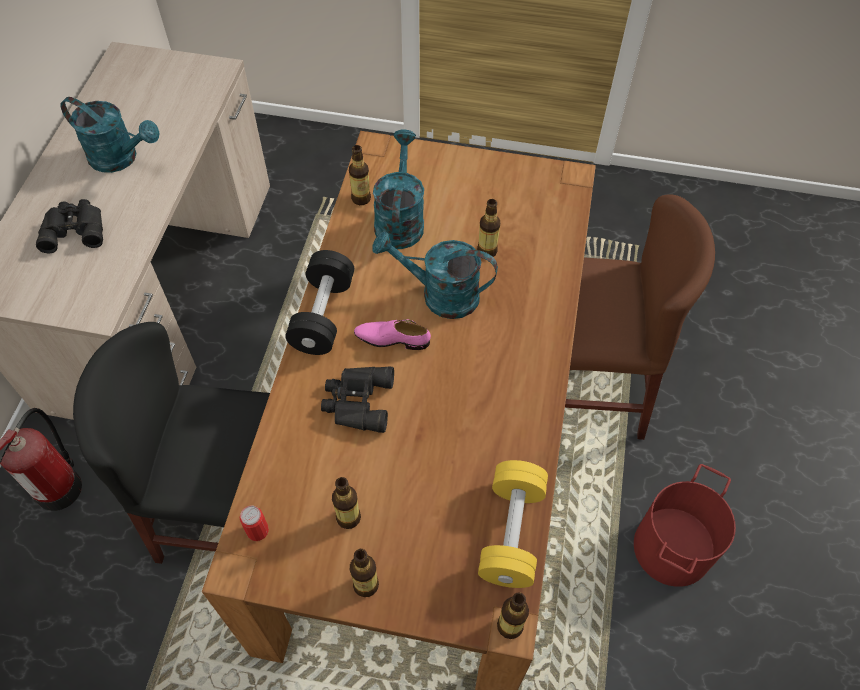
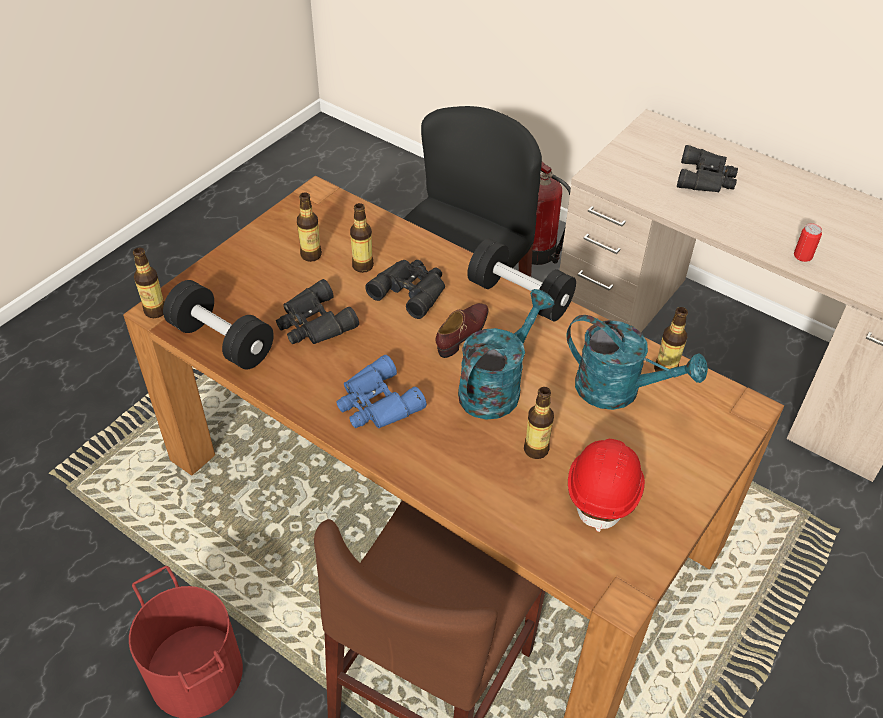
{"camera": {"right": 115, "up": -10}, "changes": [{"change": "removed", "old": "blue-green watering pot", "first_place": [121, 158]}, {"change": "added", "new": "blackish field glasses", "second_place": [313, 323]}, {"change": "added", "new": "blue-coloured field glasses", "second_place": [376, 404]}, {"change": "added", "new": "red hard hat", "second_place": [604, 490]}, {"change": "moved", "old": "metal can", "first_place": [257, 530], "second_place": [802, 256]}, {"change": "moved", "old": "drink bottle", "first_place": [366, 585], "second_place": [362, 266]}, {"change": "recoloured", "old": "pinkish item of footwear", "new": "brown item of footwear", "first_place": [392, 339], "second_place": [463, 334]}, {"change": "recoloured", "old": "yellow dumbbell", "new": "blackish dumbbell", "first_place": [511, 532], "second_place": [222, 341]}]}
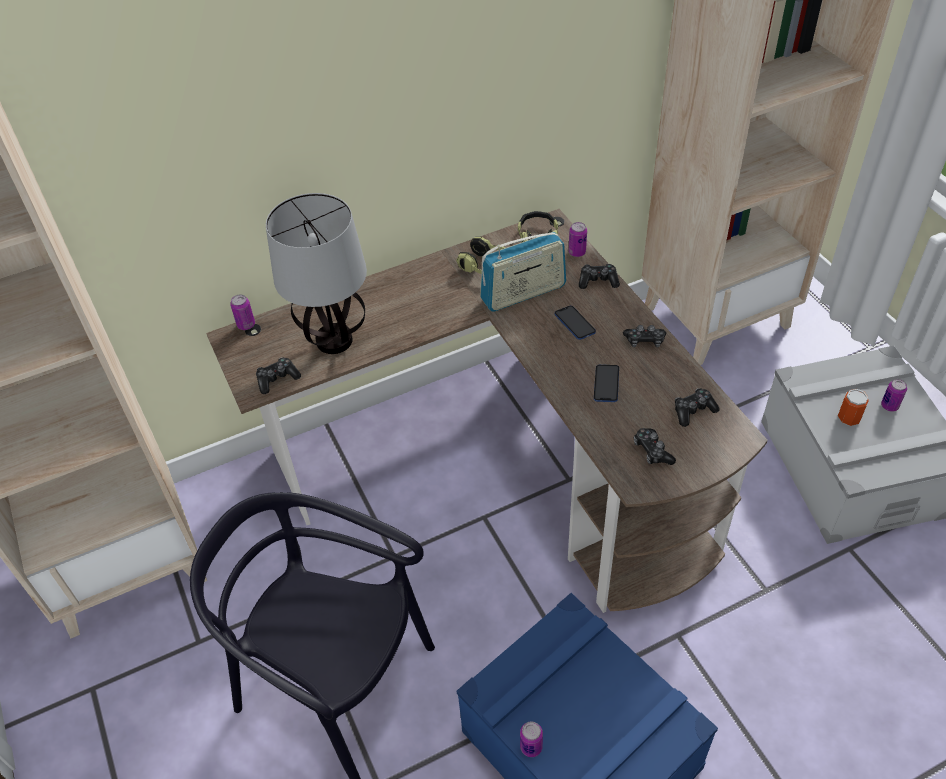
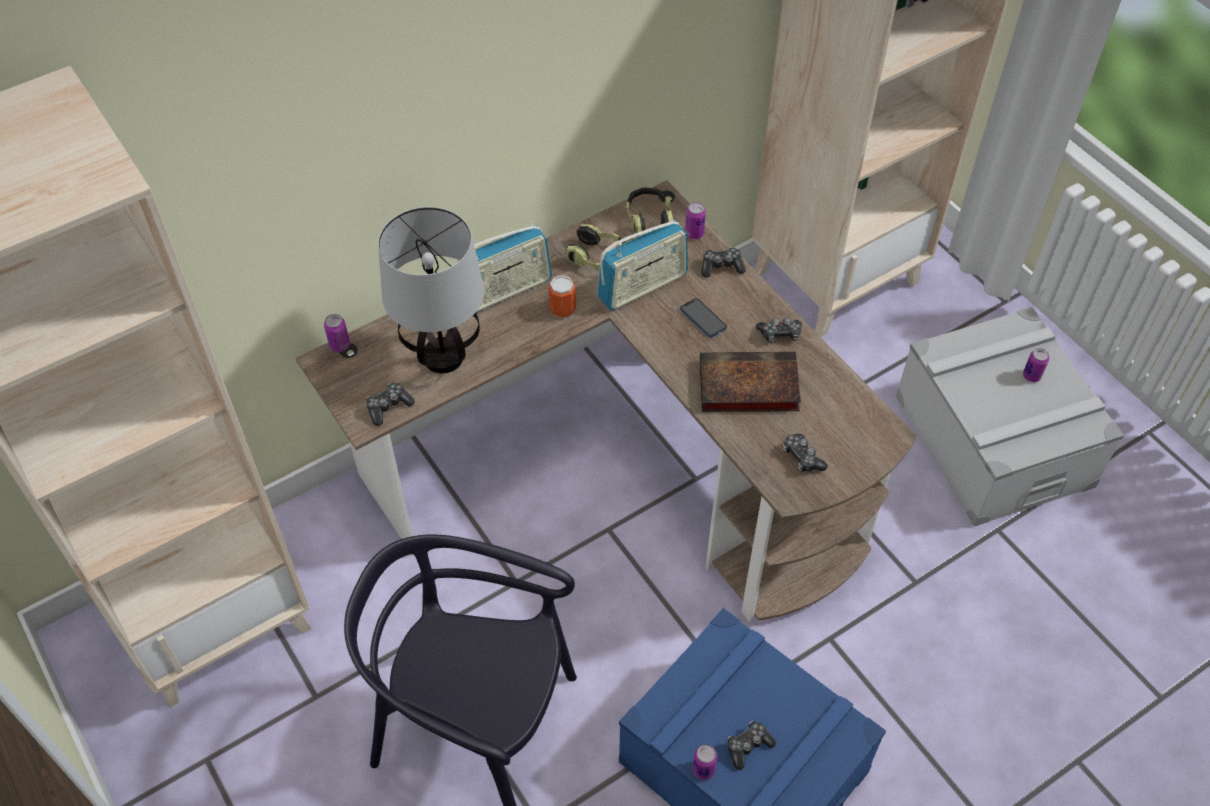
{"camera": {"right": -10, "up": 5}, "changes": [{"change": "added", "new": "radio", "second_place": [506, 290]}, {"change": "moved", "old": "gamepad", "first_place": [693, 411], "second_place": [748, 746]}, {"change": "moved", "old": "metal can", "first_place": [849, 418], "second_place": [562, 309]}, {"change": "replaced", "old": "telephone", "new": "bound book", "first_place": [606, 384], "second_place": [745, 386]}]}
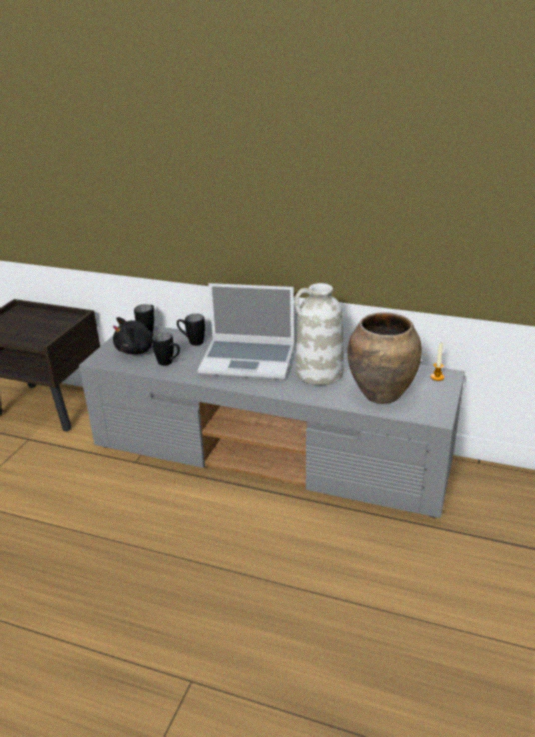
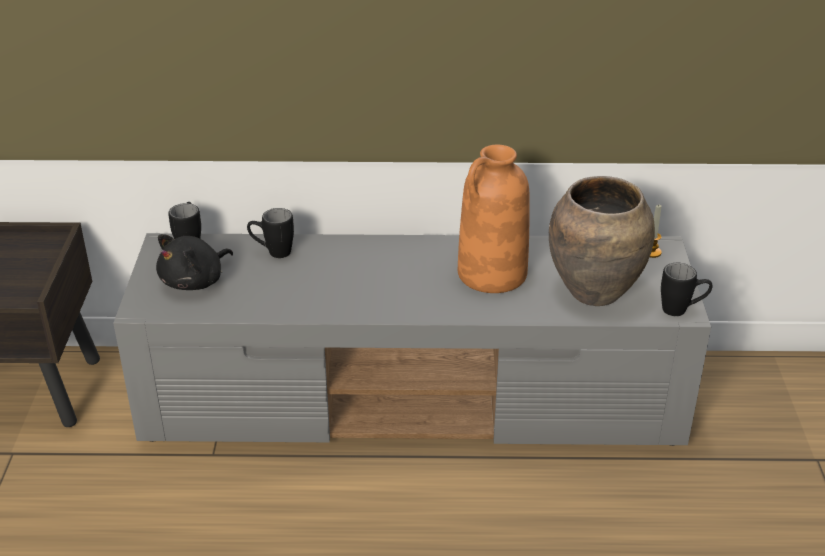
{"camera": {"right": -20, "up": 5}, "changes": [{"change": "removed", "old": "notebook computer", "first_place": [249, 360]}, {"change": "moved", "old": "blackish coffee mug", "first_place": [169, 363], "second_place": [682, 310]}, {"change": "recoloured", "old": "white flower vase", "new": "orange-coloured flower vase", "first_place": [319, 374], "second_place": [492, 274]}]}
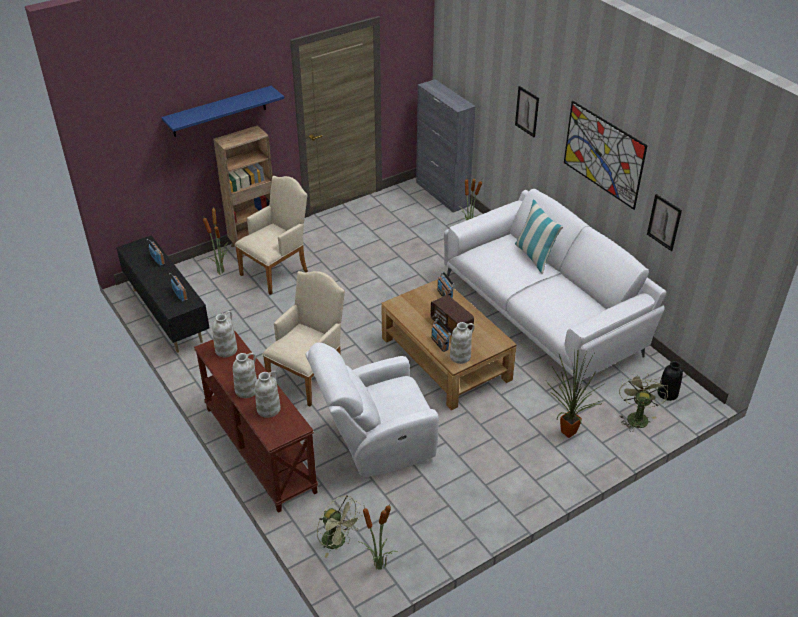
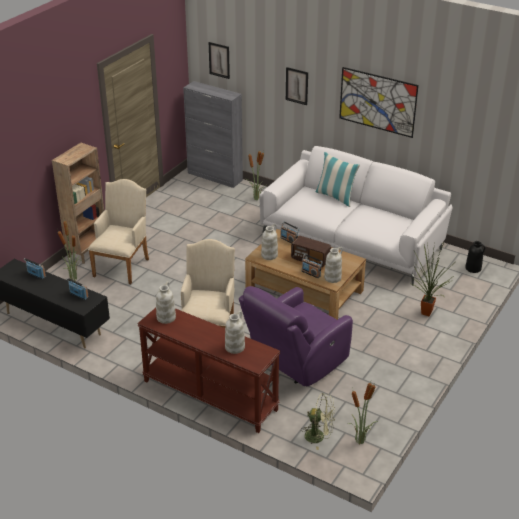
{"camera": {"right": -25, "up": -5}, "changes": [{"change": "removed", "old": "blue-coloured bracket shelf", "first_place": [219, 111]}, {"change": "removed", "old": "green electric fan", "first_place": [636, 416]}, {"change": "moved", "old": "white flower vase", "first_place": [247, 390], "second_place": [269, 255]}, {"change": "moved", "old": "wall art", "first_place": [664, 222], "second_place": [219, 60]}, {"change": "recoloured", "old": "white lounge chair", "new": "purplish lounge chair", "first_place": [375, 442], "second_place": [295, 362]}]}
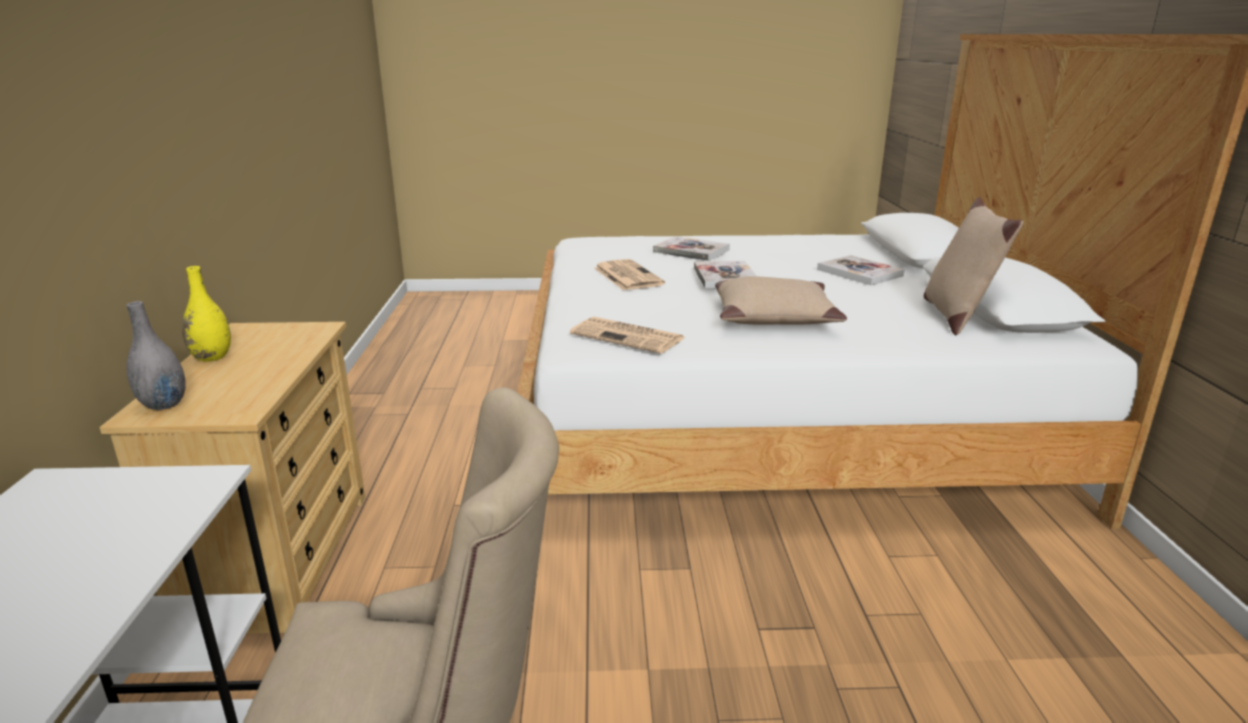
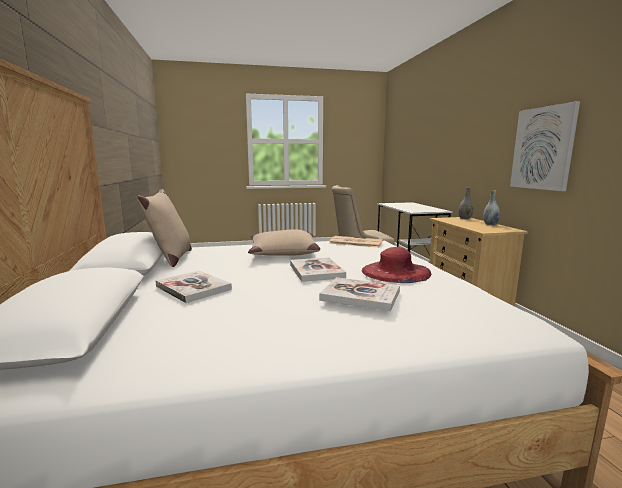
{"camera": {"right": 170, "up": -10}, "changes": [{"change": "added", "new": "wall art", "second_place": [543, 148]}, {"change": "replaced", "old": "newspaper", "new": "red clothing hat", "first_place": [626, 276], "second_place": [395, 271]}, {"change": "recoloured", "old": "yellow flower vase", "new": "grey flower vase", "first_place": [212, 357], "second_place": [490, 224]}]}
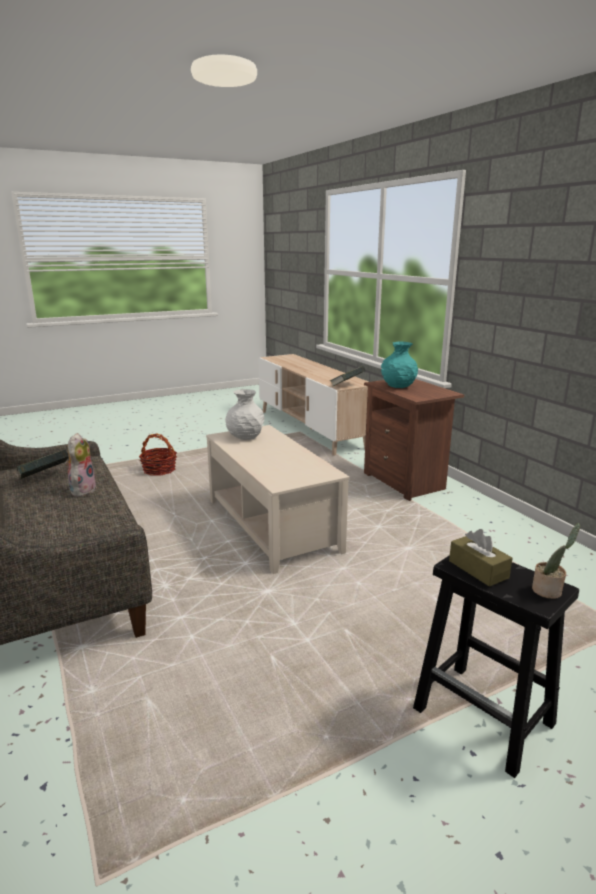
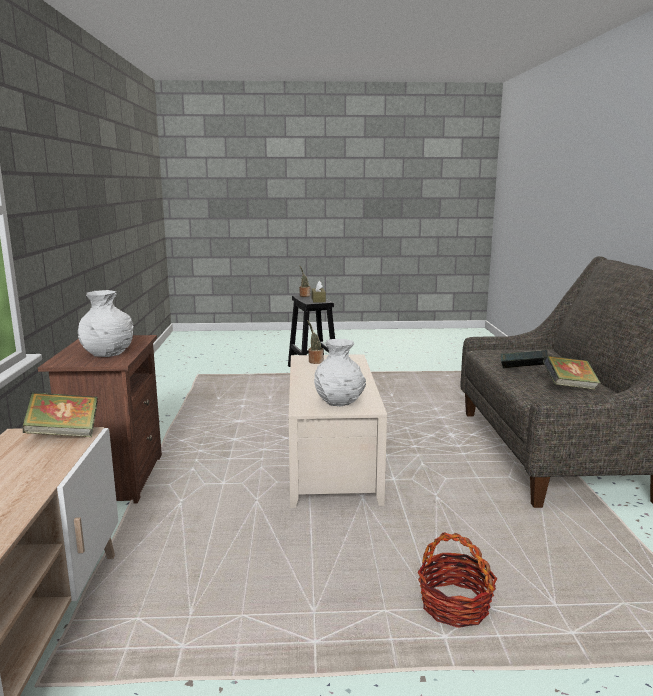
{"camera": {"right": -155, "up": -5}, "changes": [{"change": "added", "new": "potted plant", "second_place": [315, 361]}, {"change": "replaced", "old": "cuddly toy", "new": "bound book", "first_place": [82, 490], "second_place": [523, 373]}, {"change": "recoloured", "old": "blue-green flower vase", "new": "white flower vase", "first_place": [399, 386], "second_place": [109, 353]}]}
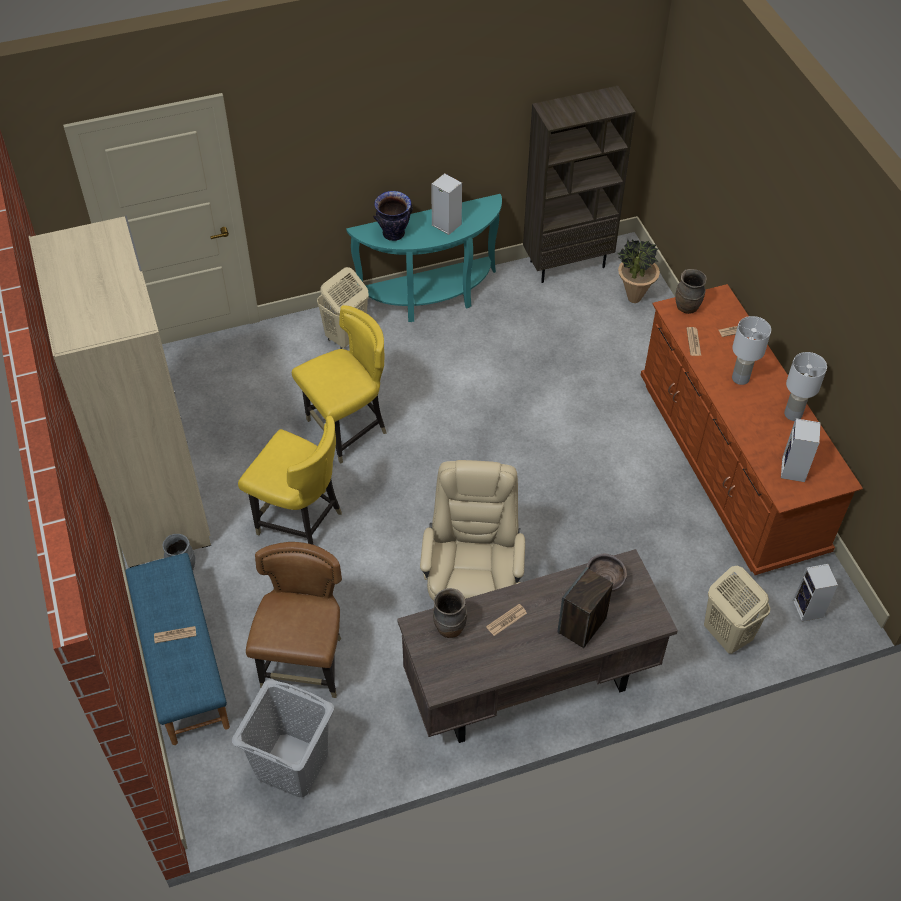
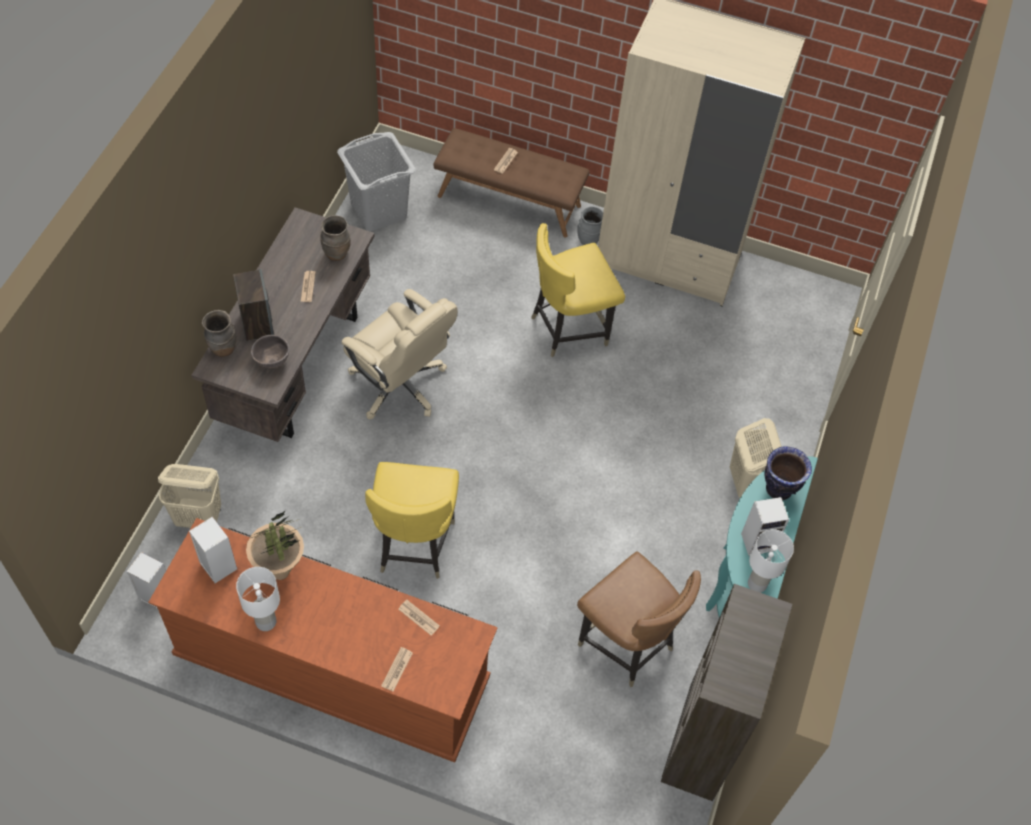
{"camera": {"right": 125, "up": 5}, "changes": [{"change": "moved", "old": "brown chair", "first_place": [305, 664], "second_place": [627, 644]}, {"change": "moved", "old": "yellow chair", "first_place": [347, 429], "second_place": [413, 545]}, {"change": "moved", "old": "potted plant", "first_place": [634, 298], "second_place": [280, 571]}, {"change": "moved", "old": "brown flower vase", "first_place": [687, 308], "second_place": [222, 348]}, {"change": "moved", "old": "white lamp for a table", "first_place": [740, 379], "second_place": [756, 584]}, {"change": "recoloured", "old": "blue-coloured bench", "new": "brown bench", "first_place": [182, 663], "second_place": [509, 200]}]}
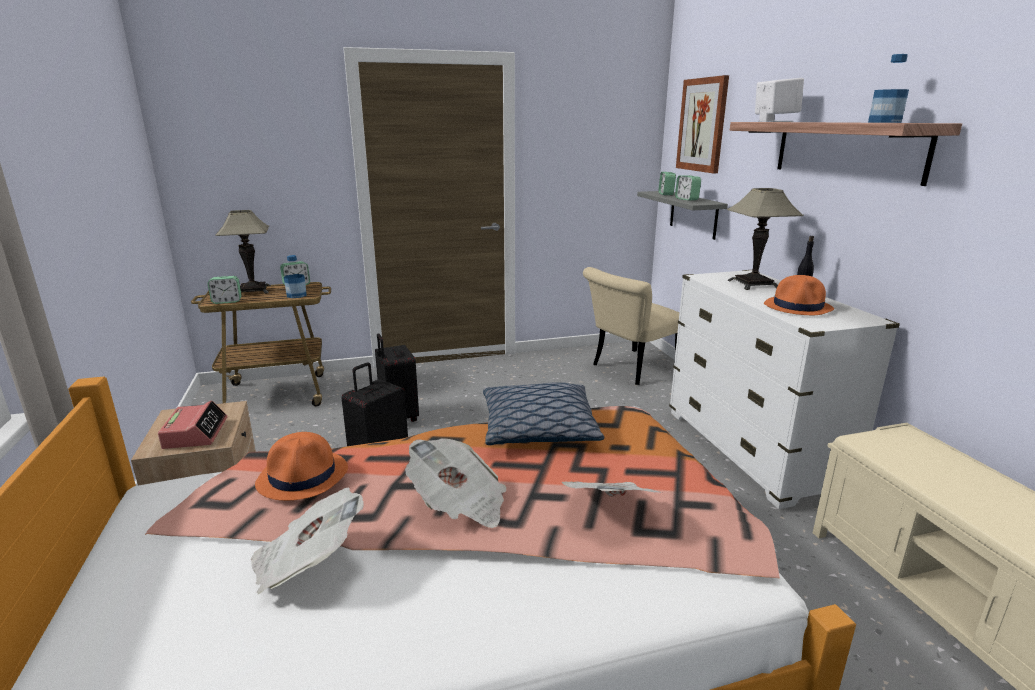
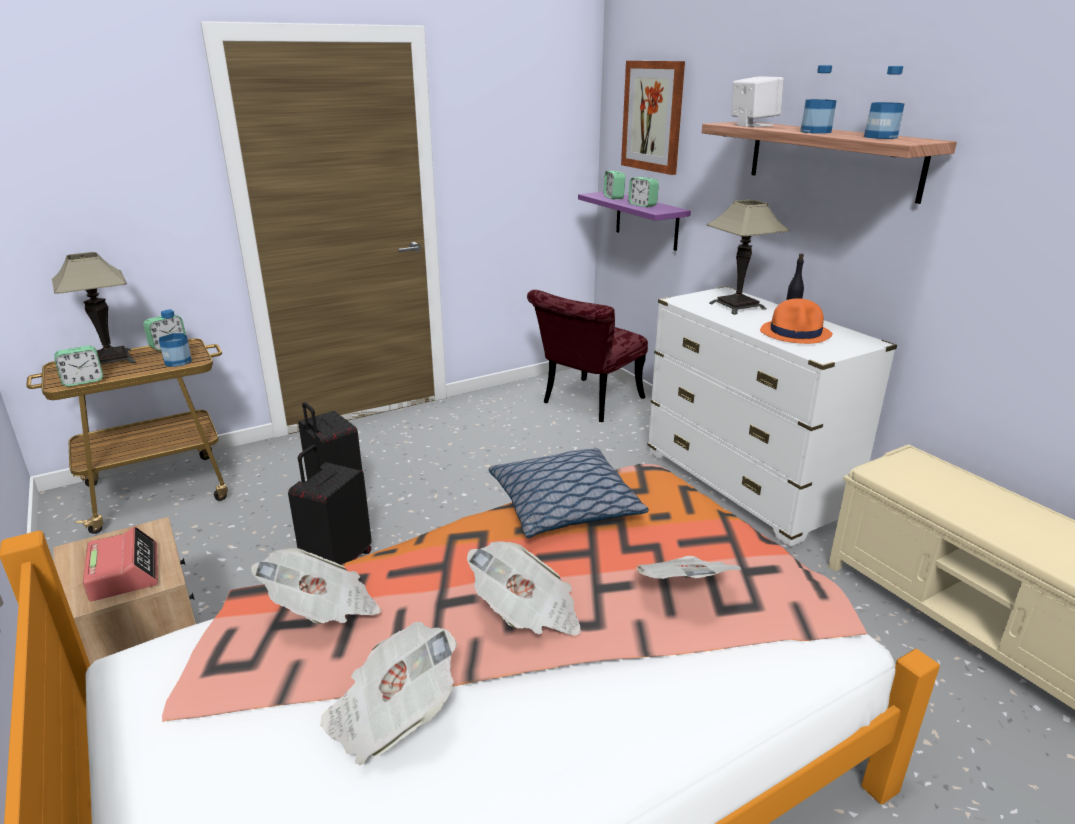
{"camera": {"right": -15, "up": 5}, "changes": [{"change": "added", "new": "drink bottle", "second_place": [815, 132]}, {"change": "replaced", "old": "orange-coloured clothing hat", "new": "newspaper", "first_place": [303, 476], "second_place": [323, 610]}, {"change": "recoloured", "old": "beige chair", "new": "red chair", "first_place": [629, 369], "second_place": [586, 404]}, {"change": "recoloured", "old": "grey bracket shelf", "new": "purplish bracket shelf", "first_place": [693, 214], "second_place": [646, 220]}]}
